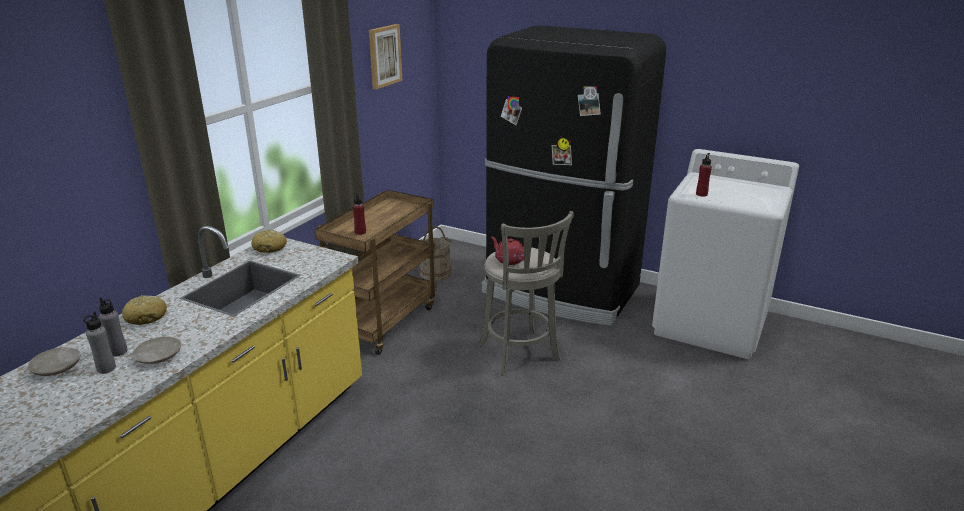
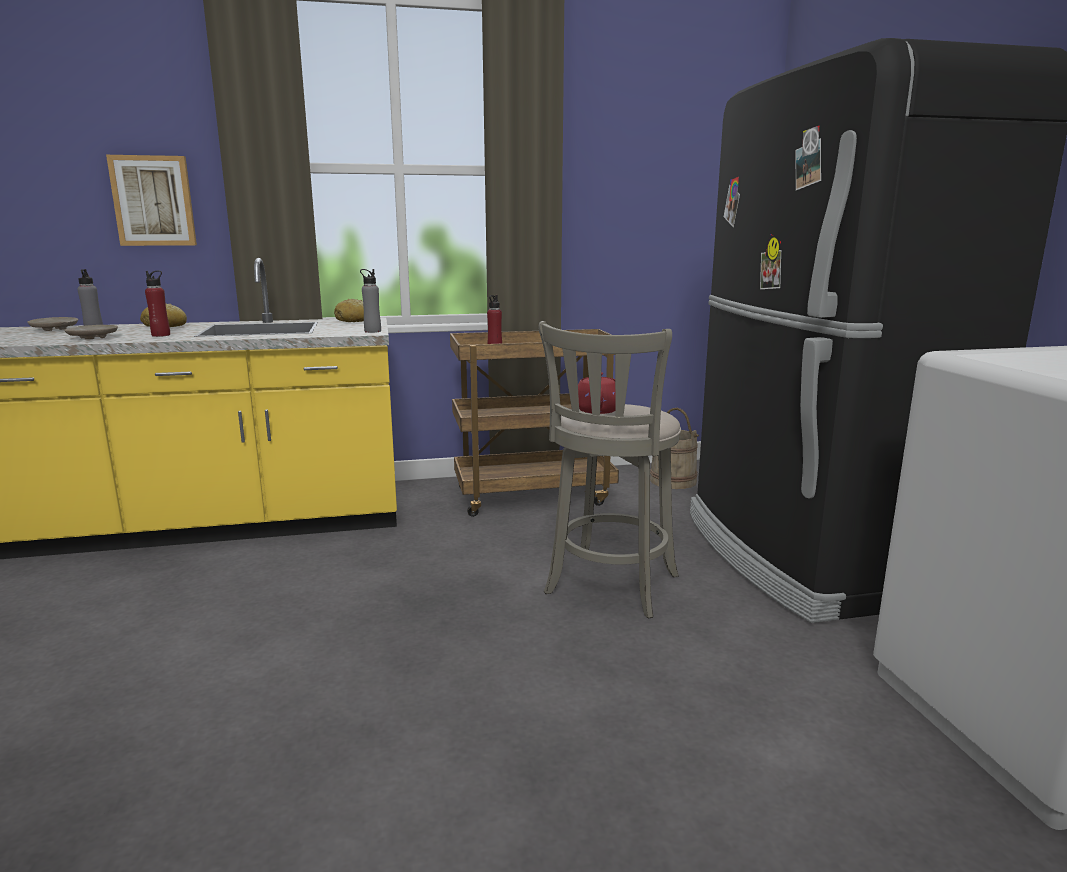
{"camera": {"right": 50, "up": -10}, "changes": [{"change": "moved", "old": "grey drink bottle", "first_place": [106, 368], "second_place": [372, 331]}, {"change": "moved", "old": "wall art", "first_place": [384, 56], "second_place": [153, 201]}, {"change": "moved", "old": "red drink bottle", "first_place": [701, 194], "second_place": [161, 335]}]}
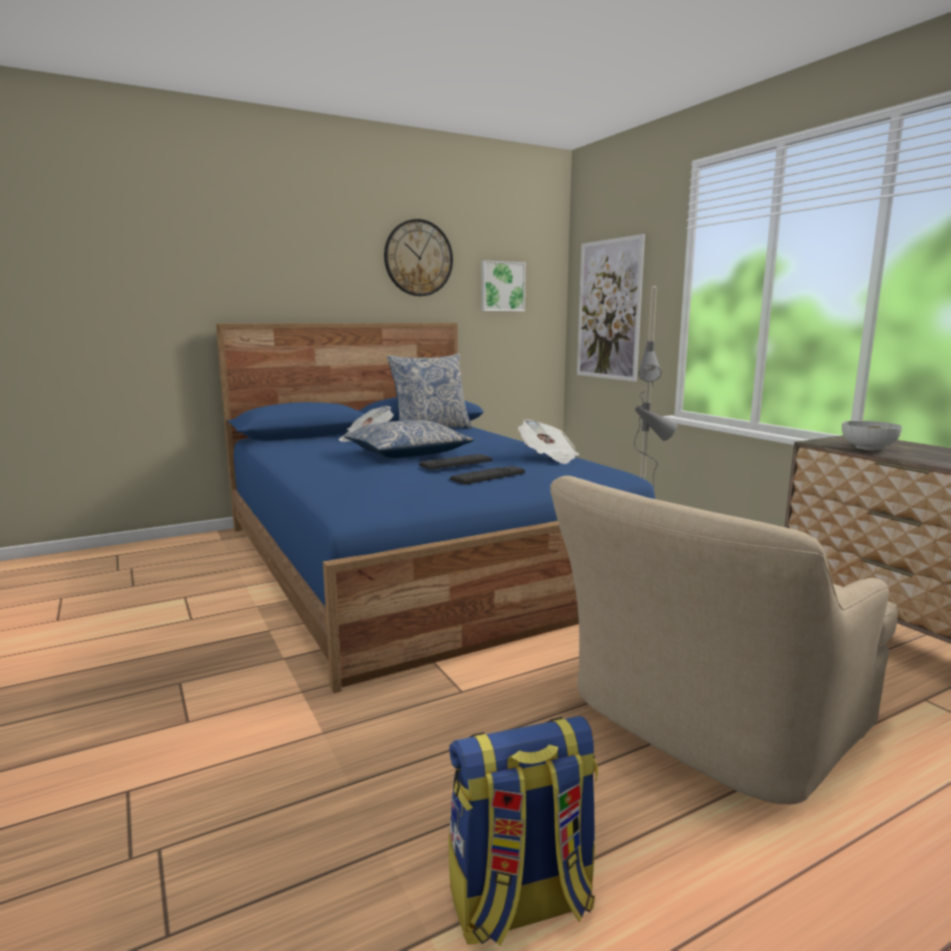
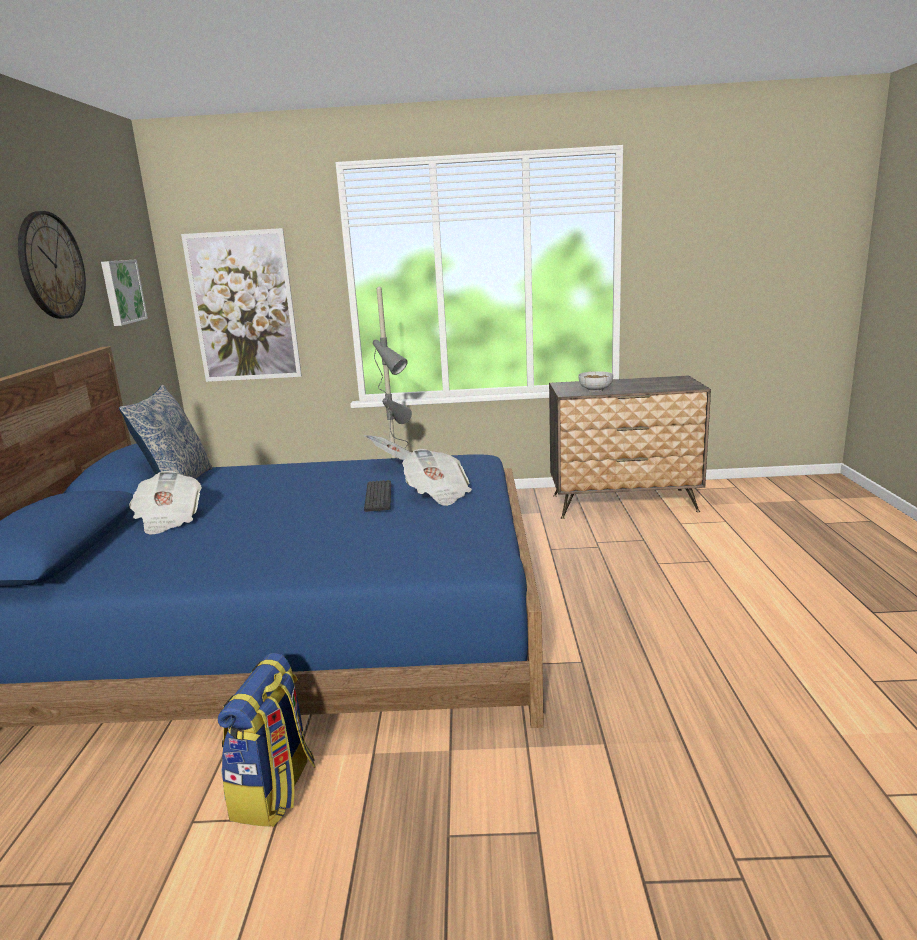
{"camera": {"right": -60, "up": 5}, "changes": [{"change": "removed", "old": "pillow", "first_place": [407, 453]}, {"change": "removed", "old": "beige lounge chair", "first_place": [704, 723]}, {"change": "moved", "old": "knapsack", "first_place": [520, 904], "second_place": [275, 792]}, {"change": "replaced", "old": "keyboard", "new": "newspaper", "first_place": [488, 476], "second_place": [438, 494]}]}
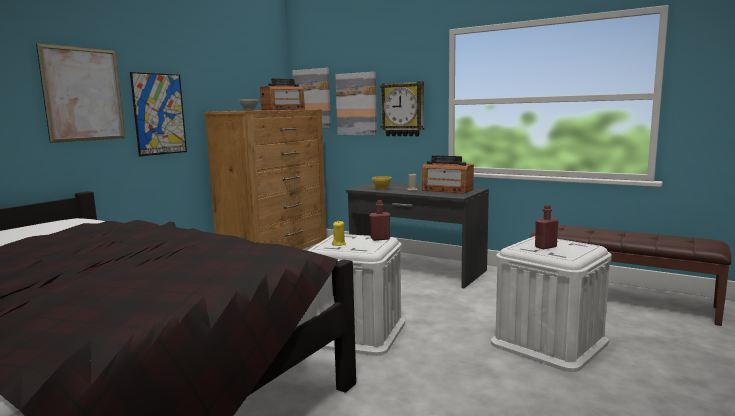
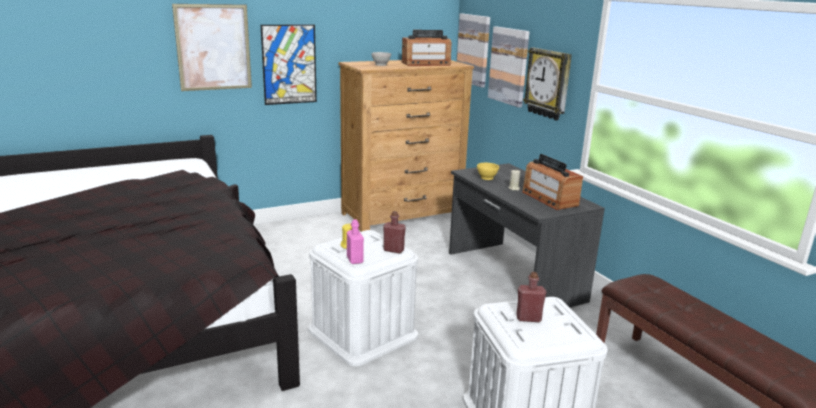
{"camera": {"right": 30, "up": 10}, "changes": [{"change": "added", "new": "pinkish drink bottle", "second_place": [355, 260]}]}
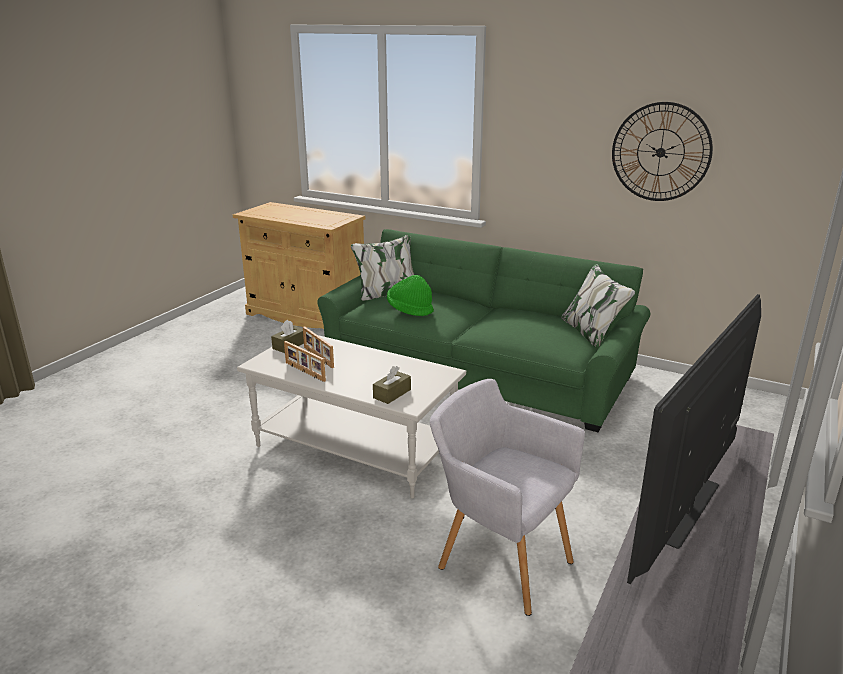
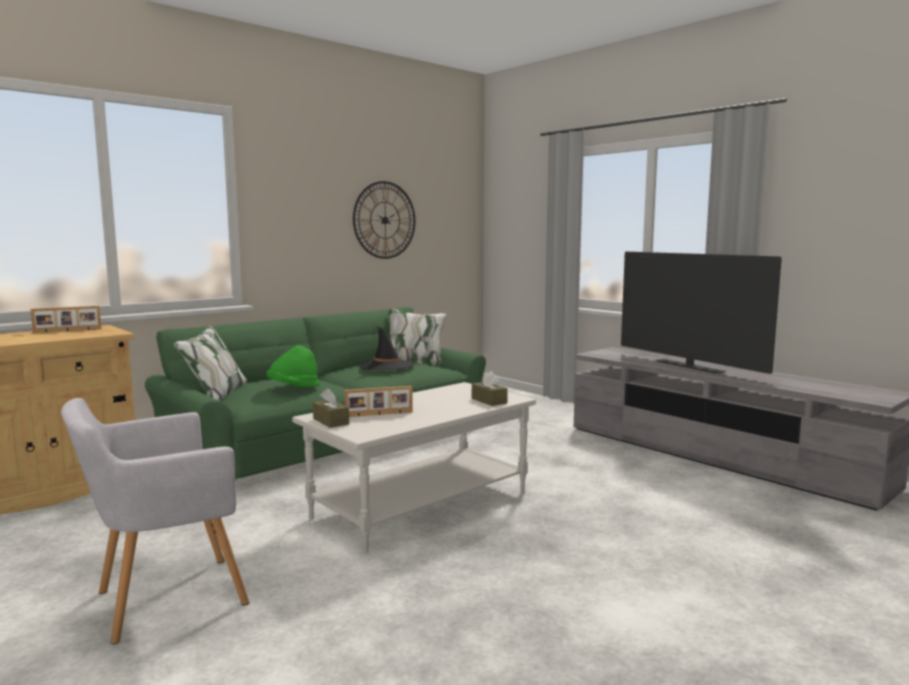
{"camera": {"right": -70, "up": -15}, "changes": [{"change": "added", "new": "blackish clothing hat", "second_place": [386, 366]}, {"change": "moved", "old": "picture frame", "first_place": [304, 372], "second_place": [67, 331]}, {"change": "moved", "old": "grey lounge chair", "first_place": [500, 560], "second_place": [163, 599]}]}
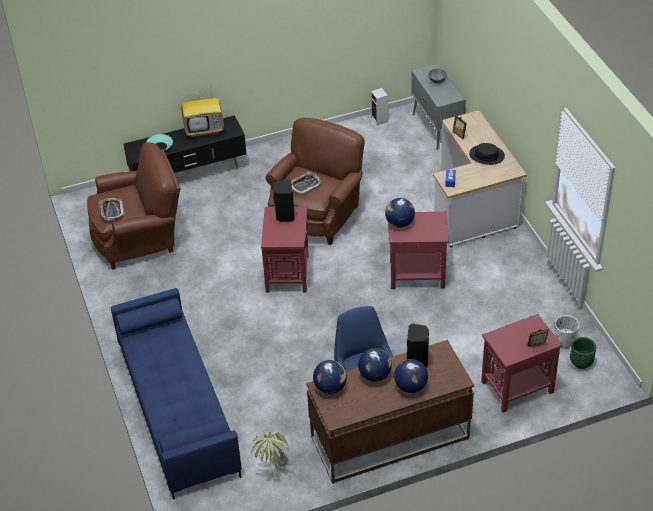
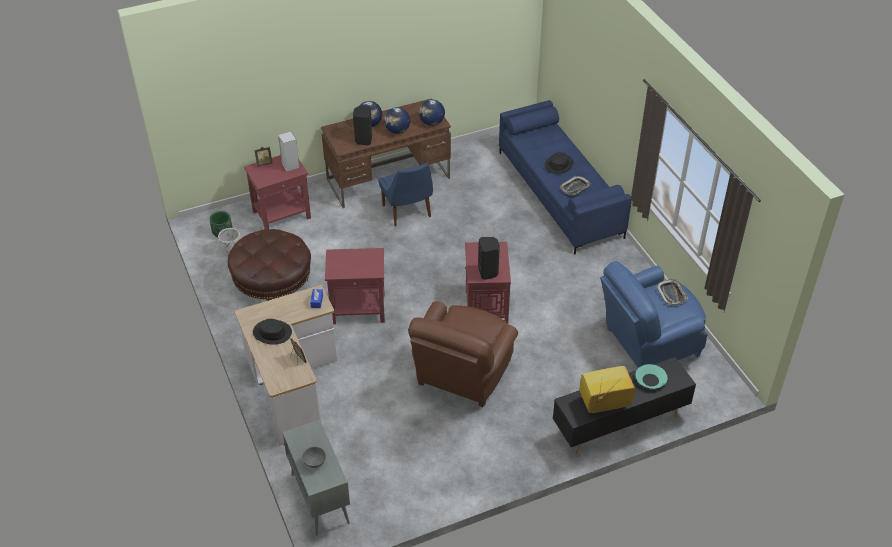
{"camera": {"right": 175, "up": 0}, "changes": [{"change": "removed", "old": "potted plant", "first_place": [273, 470]}, {"change": "removed", "old": "desk globe", "first_place": [399, 223]}, {"change": "added", "new": "brown footrest", "second_place": [273, 282]}, {"change": "added", "new": "blackish clothing hat", "second_place": [558, 164]}, {"change": "moved", "old": "serving tray", "first_place": [305, 185], "second_place": [575, 188]}, {"change": "moved", "old": "audio speaker", "first_place": [380, 120], "second_place": [289, 165]}, {"change": "recoloured", "old": "brown lounge chair", "new": "blue-coloured lounge chair", "first_place": [139, 238], "second_place": [648, 343]}]}
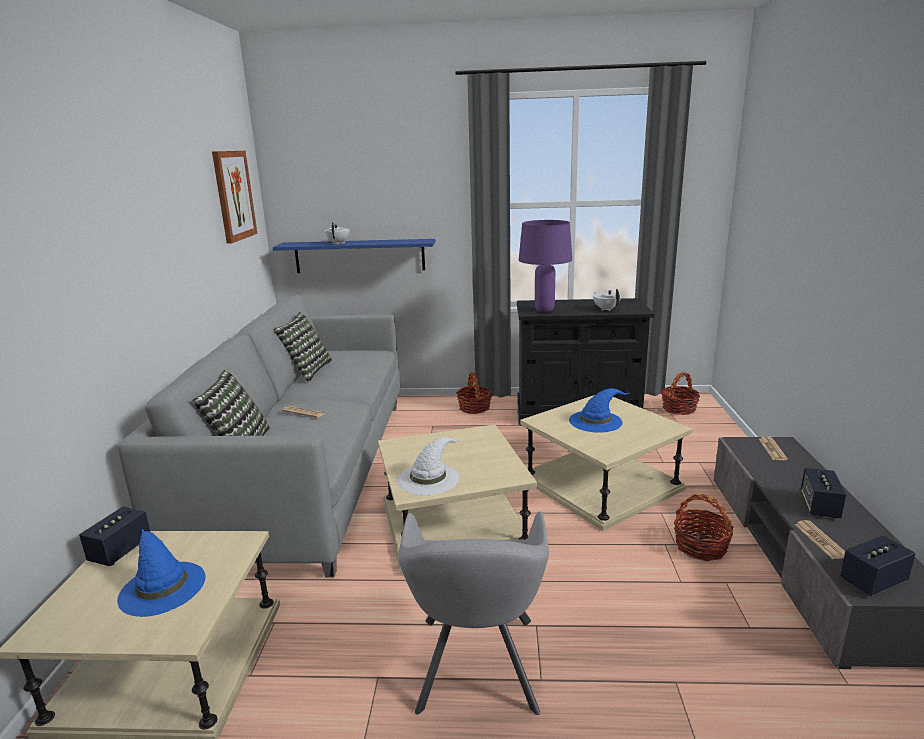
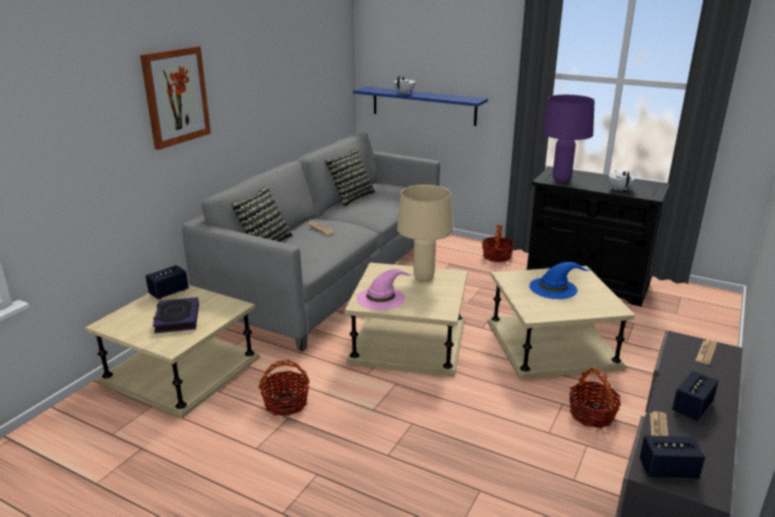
{"camera": {"right": 25, "up": 5}, "changes": [{"change": "removed", "old": "grey lounge chair", "first_place": [477, 669]}, {"change": "added", "new": "beige lamp for a table", "second_place": [423, 278]}, {"change": "moved", "old": "wall art", "first_place": [234, 195], "second_place": [176, 96]}, {"change": "moved", "old": "household basket", "first_place": [679, 408], "second_place": [286, 403]}, {"change": "replaced", "old": "blue-coloured clothing hat", "new": "bound book", "first_place": [161, 587], "second_place": [177, 319]}, {"change": "recoloured", "old": "white clothing hat", "new": "pinkish clothing hat", "first_place": [429, 478], "second_place": [381, 298]}]}
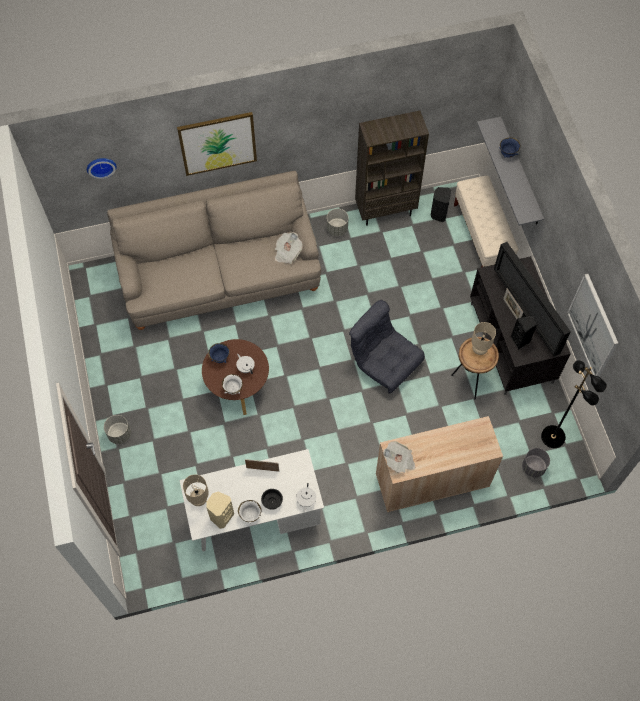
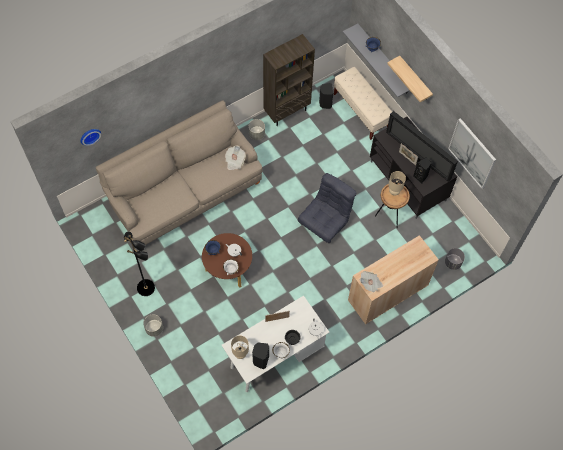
{"camera": {"right": -20, "up": 0}, "changes": [{"change": "removed", "old": "wall art", "first_place": [218, 143]}, {"change": "added", "new": "bracket shelf", "second_place": [415, 79]}, {"change": "moved", "old": "blackish floor lamp", "first_place": [554, 437], "second_place": [146, 287]}, {"change": "recoloured", "old": "beige audio speaker", "new": "blackish audio speaker", "first_place": [221, 516], "second_place": [260, 360]}, {"change": "turned", "old": "grey lounge chair", "first_place": [384, 363], "second_place": [325, 221], "degrees": 105}]}
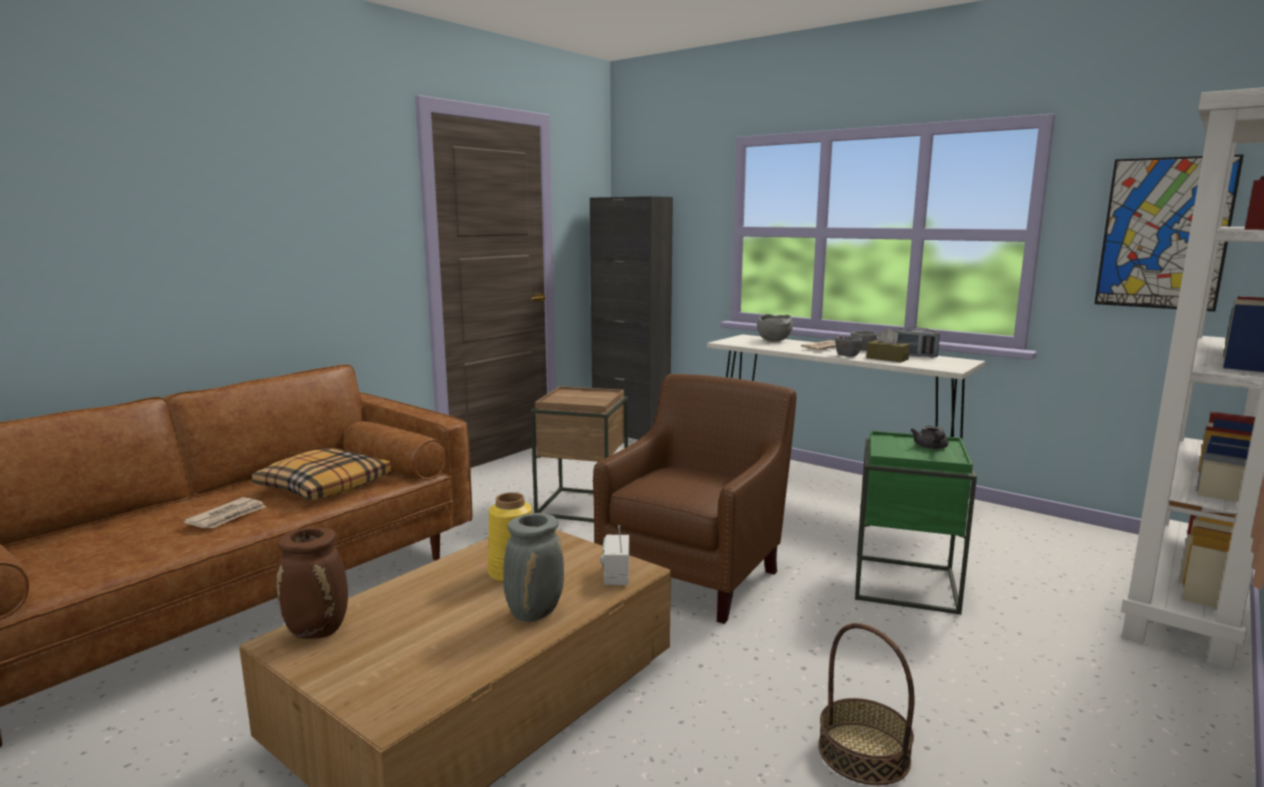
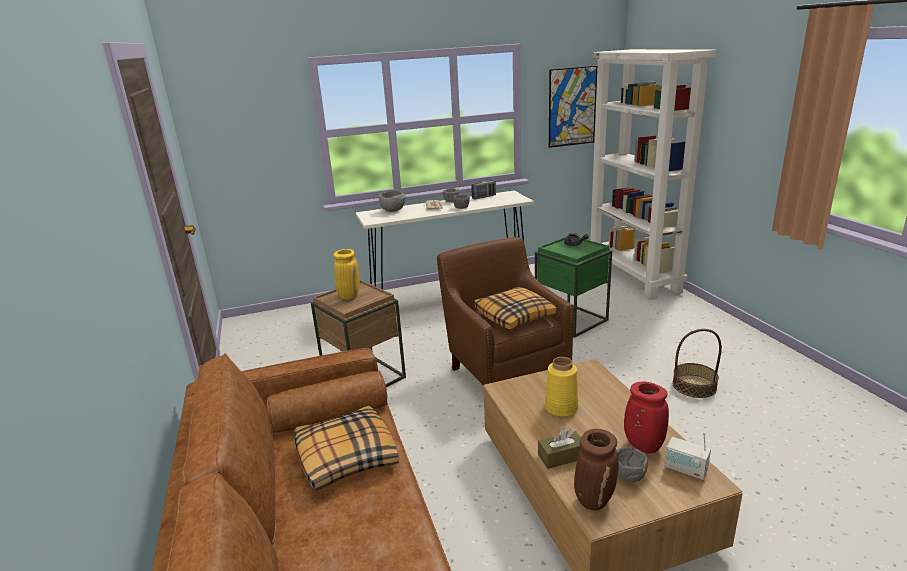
{"camera": {"right": -55, "up": 10}, "changes": [{"change": "removed", "old": "newspaper", "first_place": [228, 516]}, {"change": "removed", "old": "grey flower vase", "first_place": [535, 612]}, {"change": "removed", "old": "blackish cabinet", "first_place": [630, 432]}, {"change": "added", "new": "yellow flower vase", "second_place": [349, 296]}, {"change": "added", "new": "pillow", "second_place": [515, 316]}, {"change": "added", "new": "grey serving bowl", "second_place": [629, 475]}, {"change": "added", "new": "red flower vase", "second_place": [642, 445]}, {"change": "moved", "old": "radio", "first_place": [616, 576], "second_place": [685, 469]}, {"change": "moved", "old": "brown tissue box", "first_place": [887, 359], "second_place": [561, 457]}]}
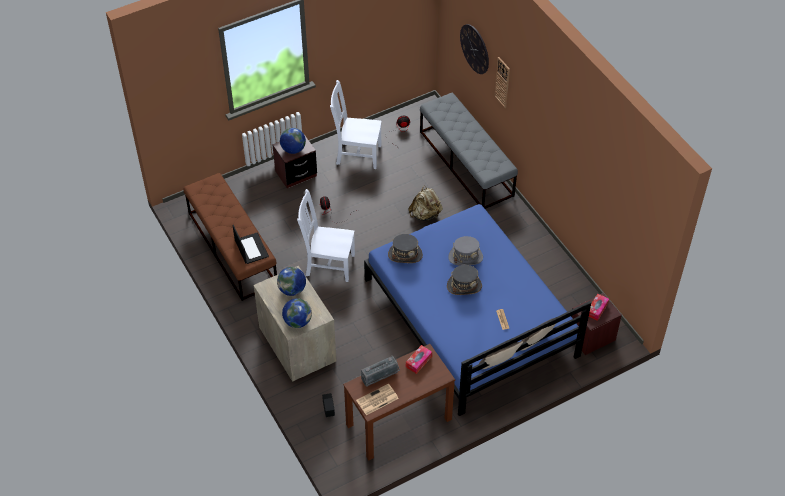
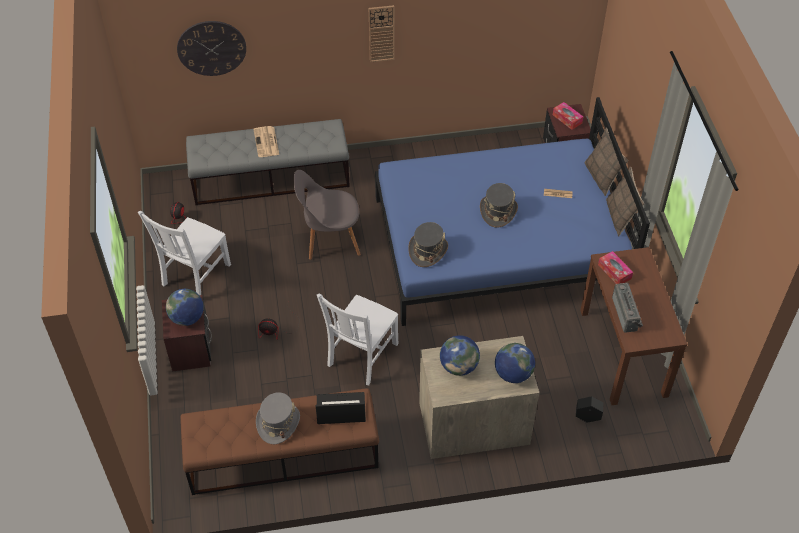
{"camera": {"right": -70, "up": 0}, "changes": [{"change": "moved", "old": "newspaper", "first_place": [377, 400], "second_place": [266, 142]}, {"change": "moved", "old": "grey clothing hat", "first_place": [465, 257], "second_place": [278, 423]}, {"change": "moved", "old": "hanging clock", "first_place": [502, 82], "second_place": [381, 33]}, {"change": "replaced", "old": "beige knapsack", "new": "grey chair", "first_place": [425, 214], "second_place": [330, 239]}]}
